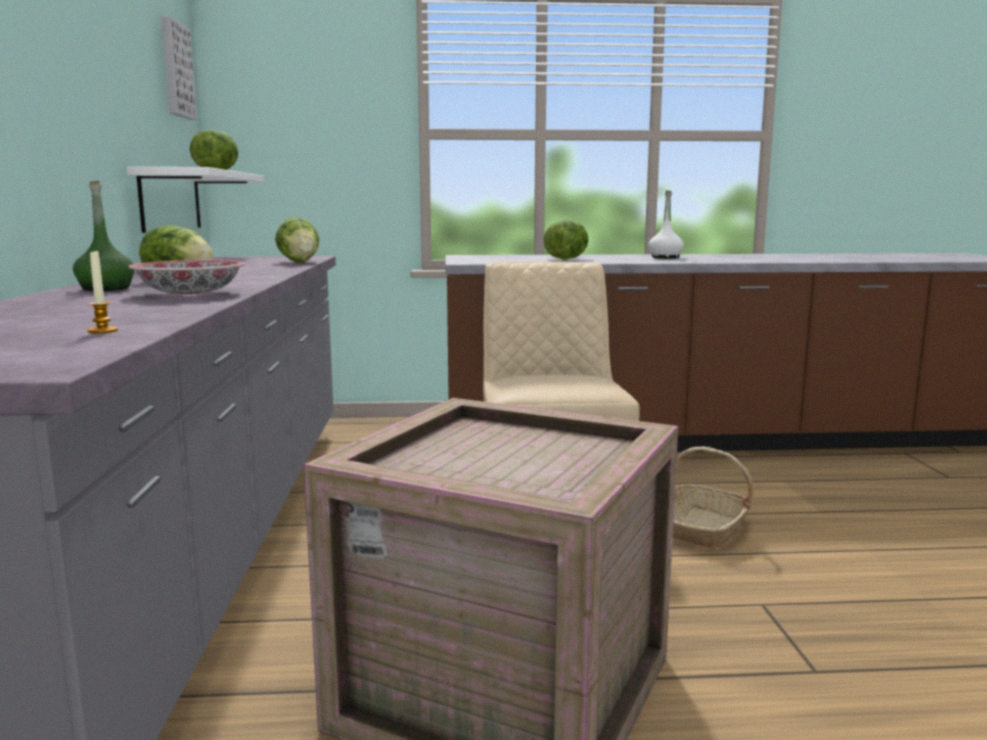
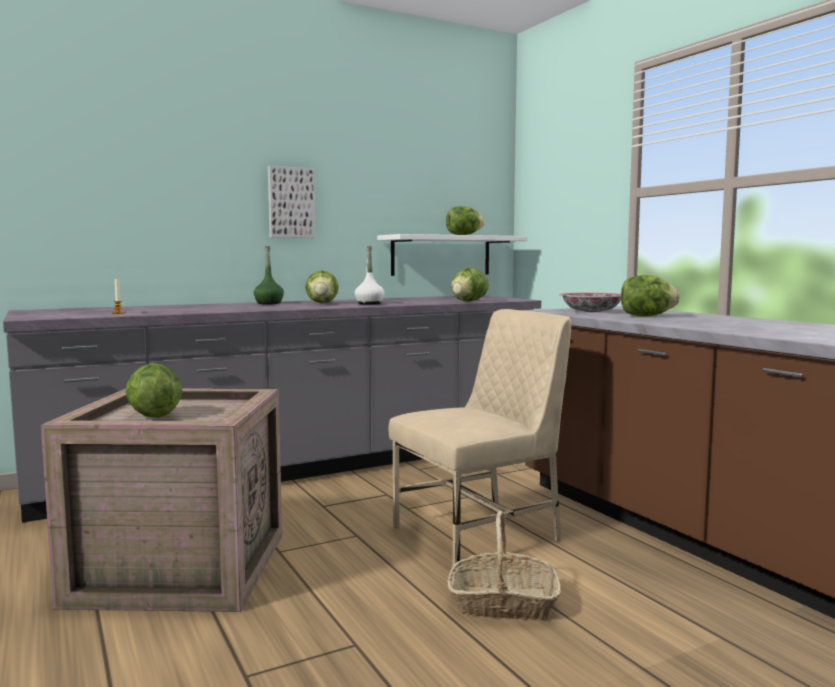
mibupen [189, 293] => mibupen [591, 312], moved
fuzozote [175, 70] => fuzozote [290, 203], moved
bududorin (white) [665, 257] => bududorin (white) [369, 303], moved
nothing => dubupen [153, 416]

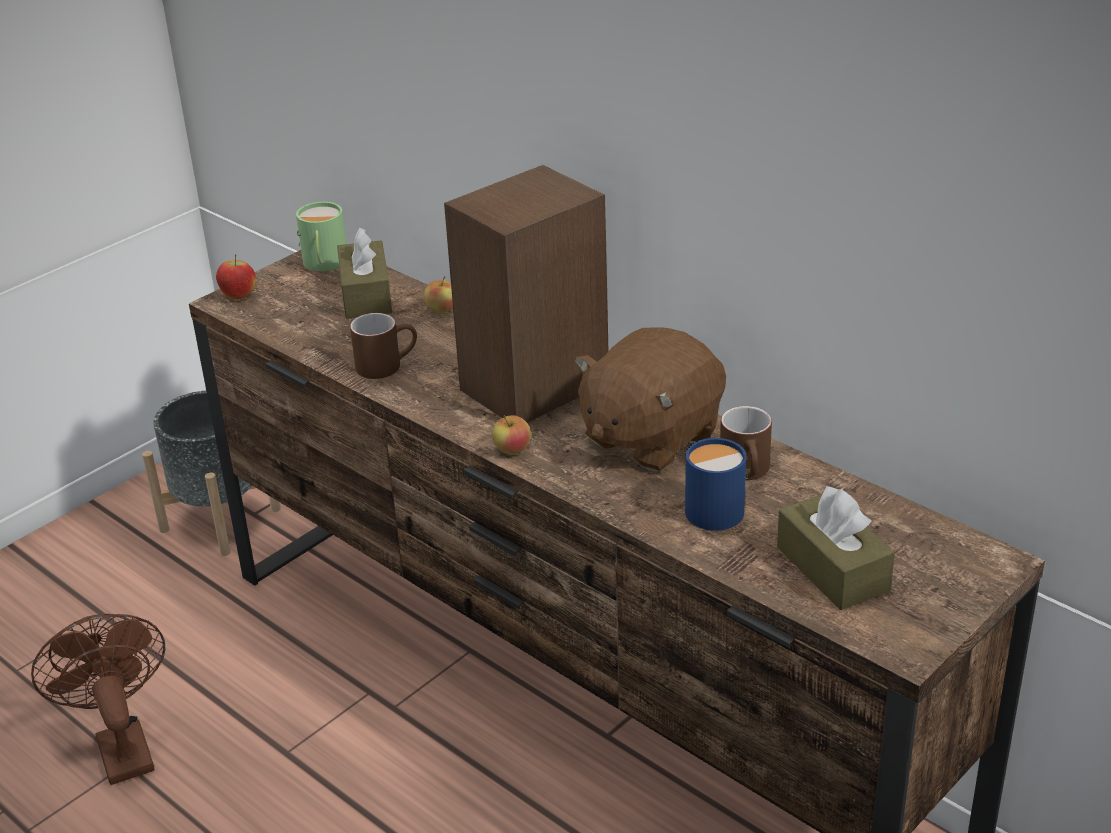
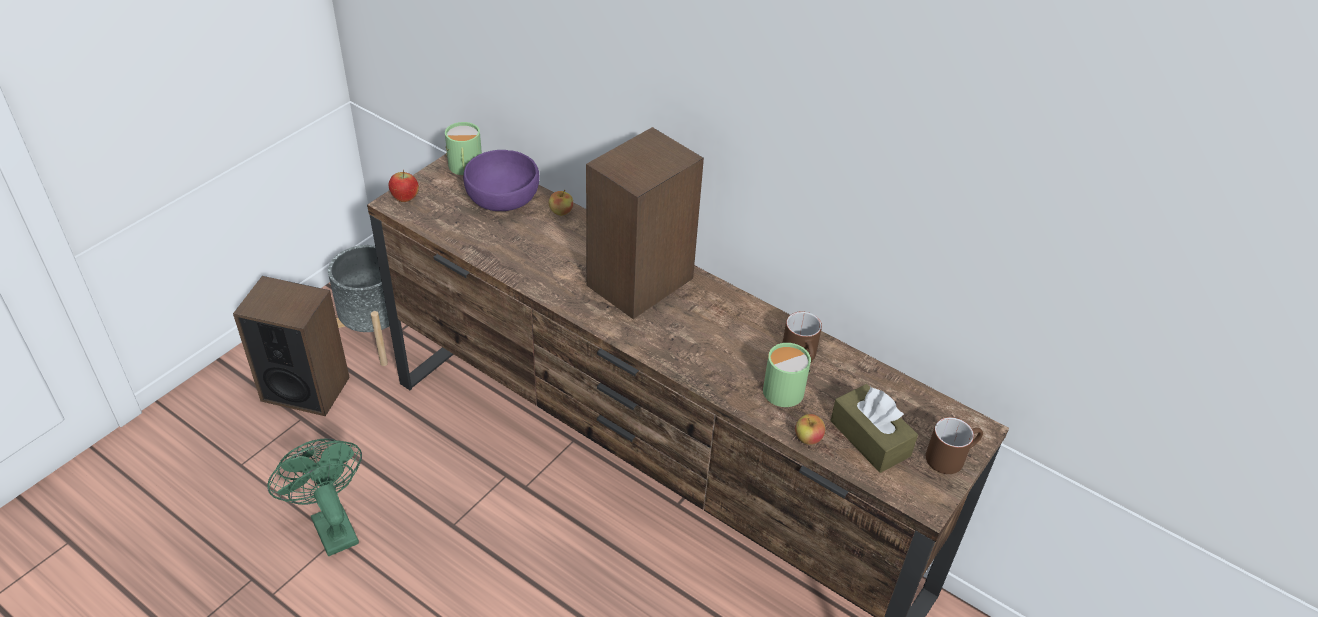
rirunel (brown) [121, 746] => rirunel (green) [331, 524]
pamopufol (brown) [366, 295] => mibupen (purple) [502, 198]
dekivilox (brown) [387, 365] => dekivilox (brown) [950, 456], moved
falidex [512, 450] => falidex [808, 438], moved
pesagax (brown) [649, 437] => nothing
dekivilox (blue) [712, 507] => dekivilox (green) [781, 387]
nothing => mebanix [305, 388]

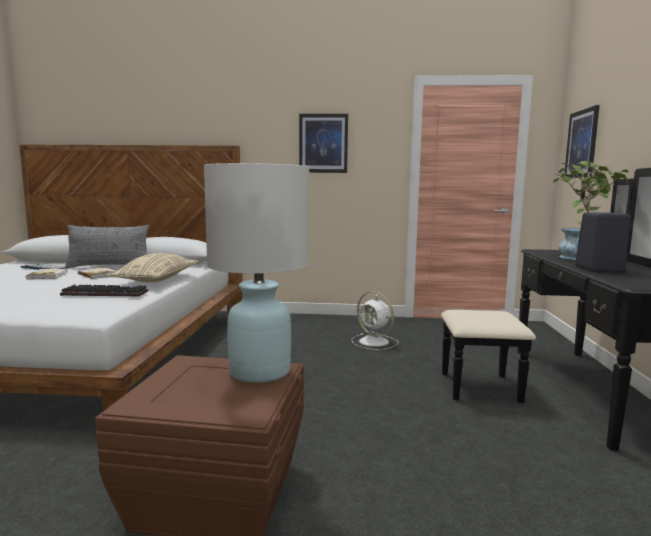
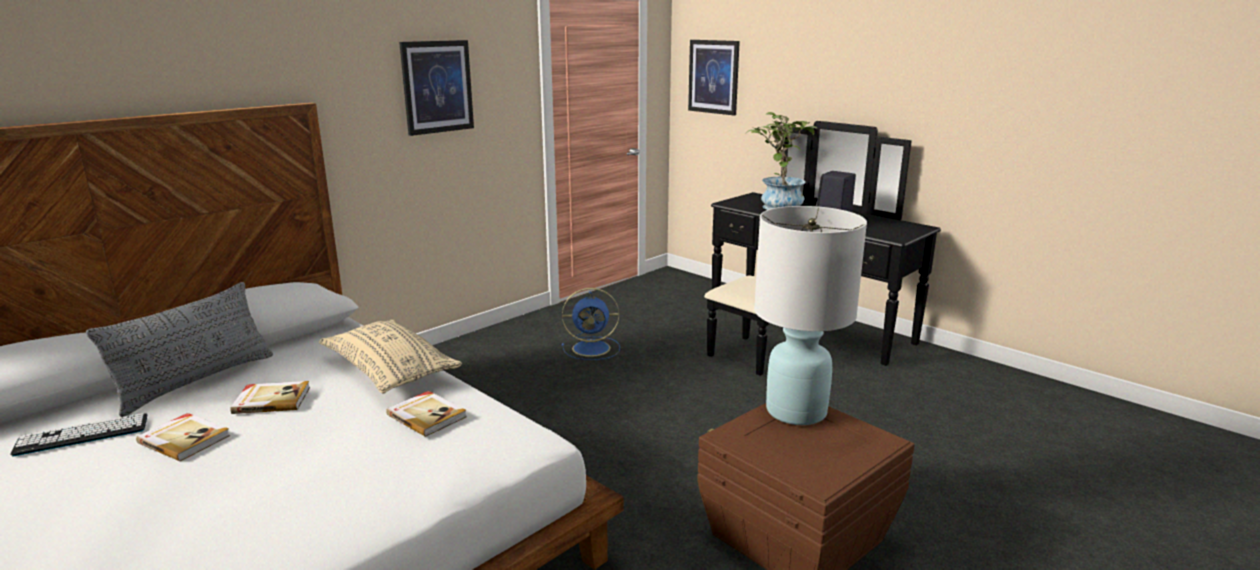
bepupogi [107, 293] => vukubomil [427, 415]
rirunel (white) [375, 342] => rirunel (blue) [593, 348]

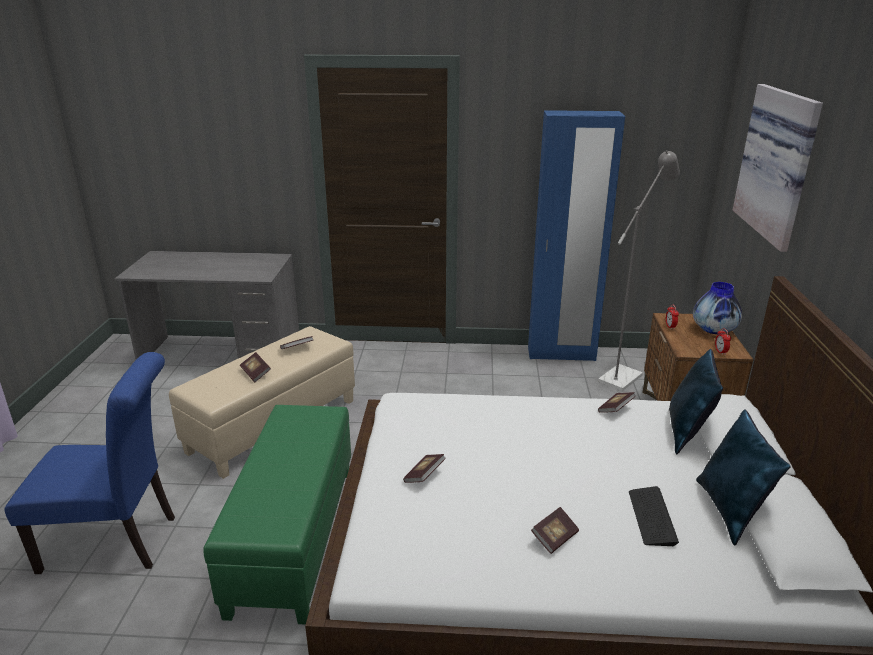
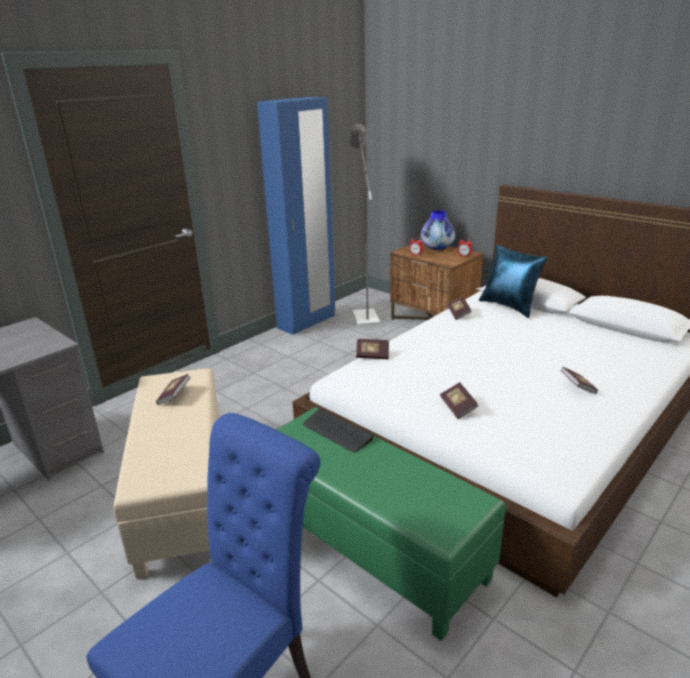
vukubomil [256, 373] => vukubomil [372, 355], moved
bepupogi [652, 517] => bepupogi [337, 431], moved
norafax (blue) [731, 511] => nothing
fuzozote [780, 164] => nothing

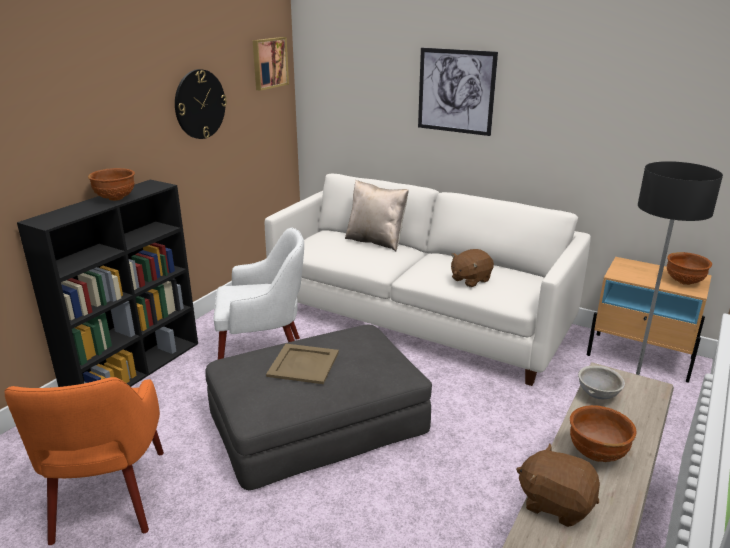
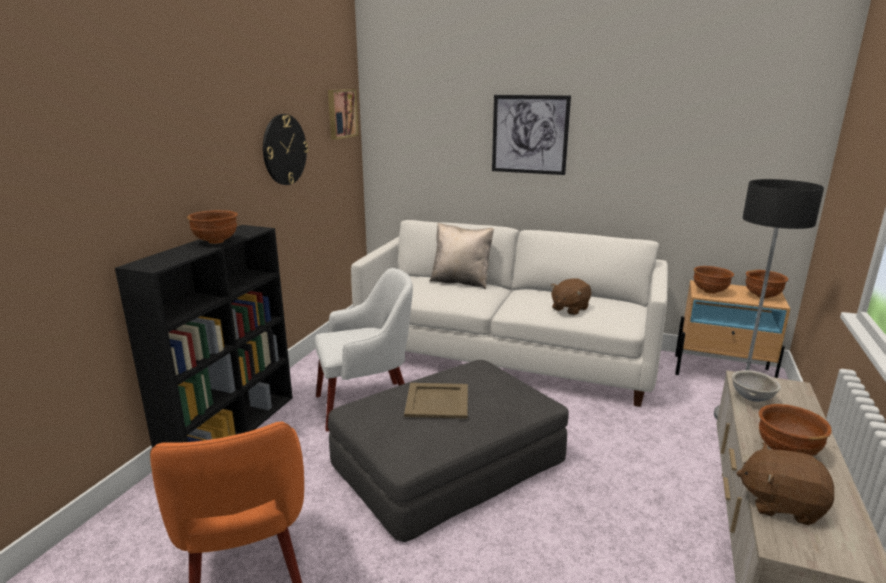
nothing => mibupen (brown) [710, 292]

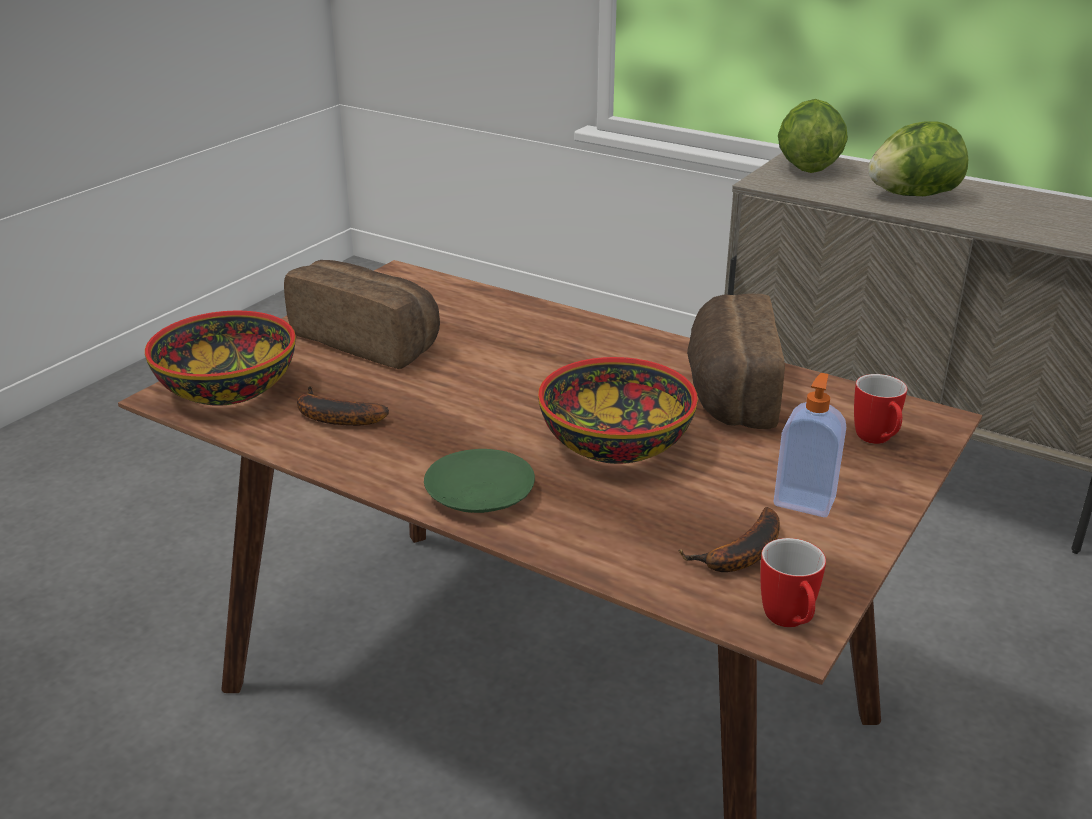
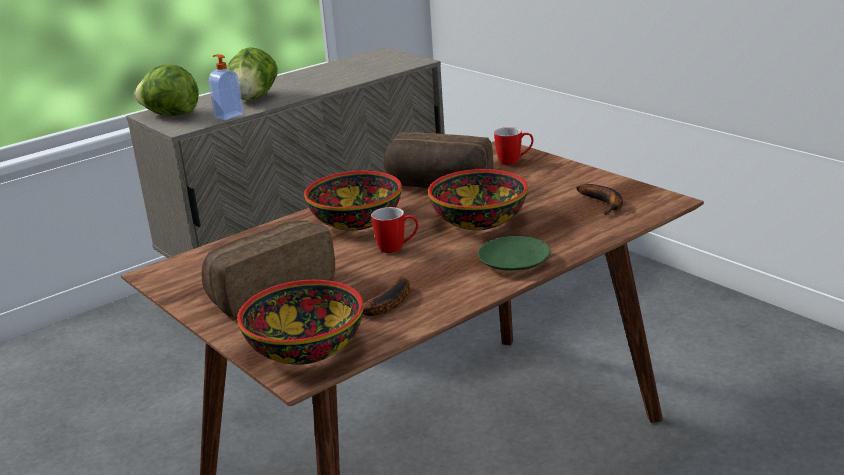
dekivilox [790, 623] => dekivilox [397, 248], moved
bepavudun [804, 501] => bepavudun [228, 116], moved
nothing => mibupen [357, 221]

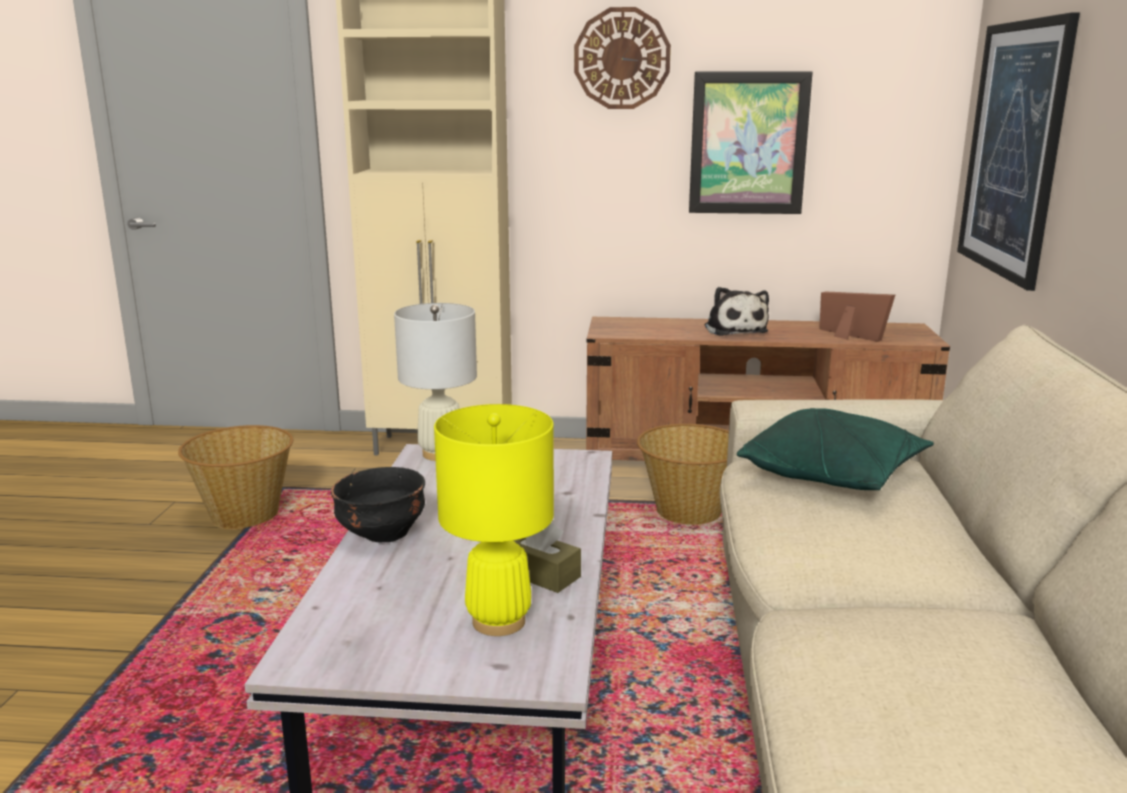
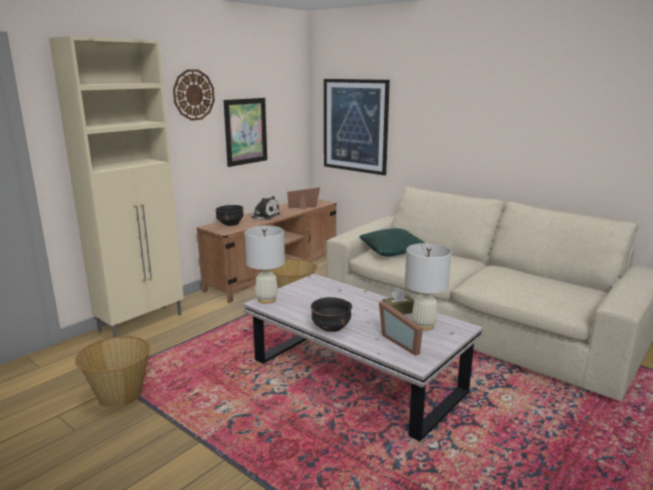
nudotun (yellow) [498, 621] => nudotun (white) [423, 326]
nothing => mibupen (black) [230, 224]
nothing => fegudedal [402, 341]

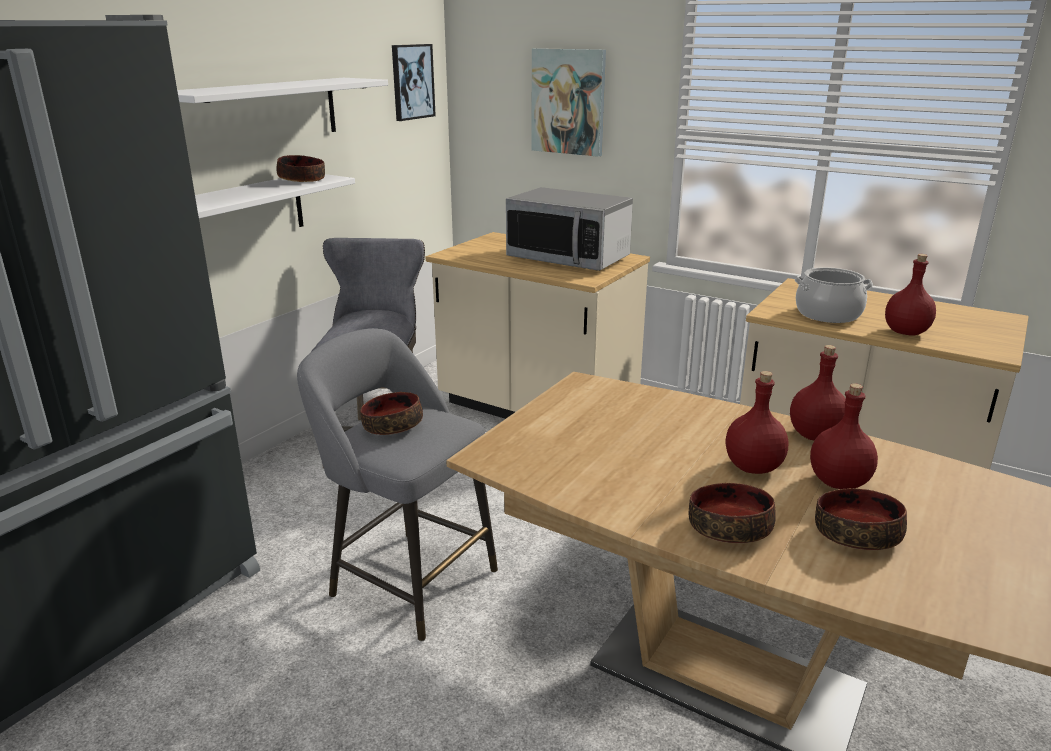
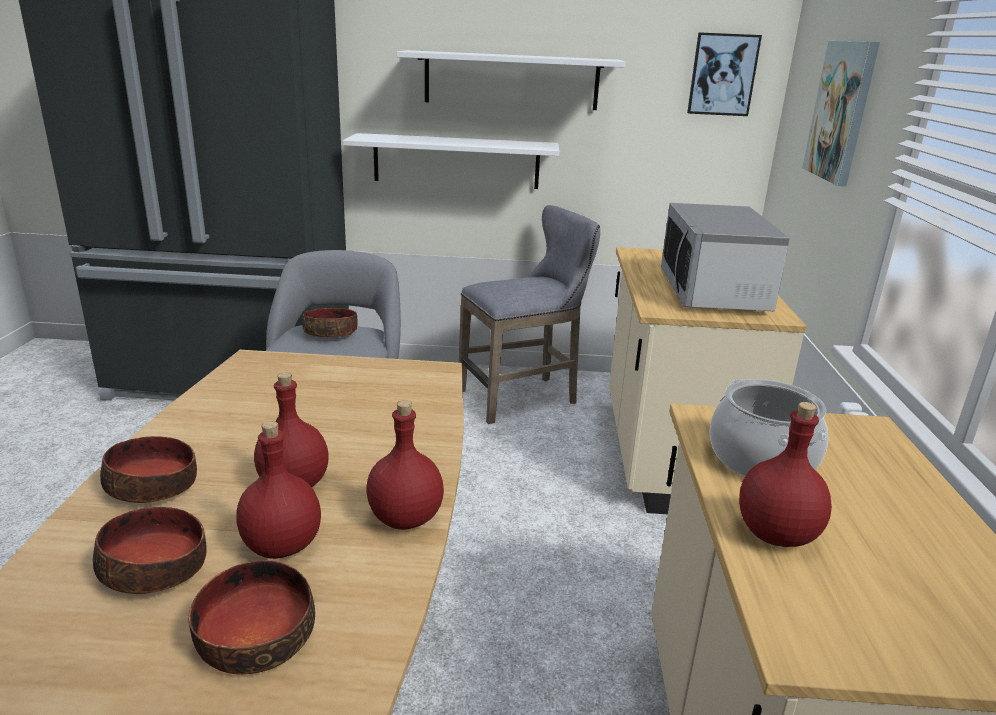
mibupen [302, 180] => mibupen [255, 636], moved

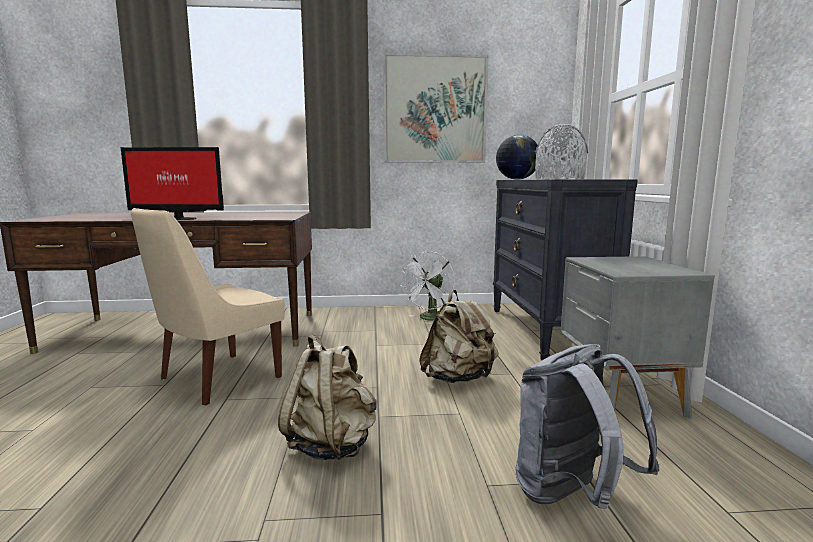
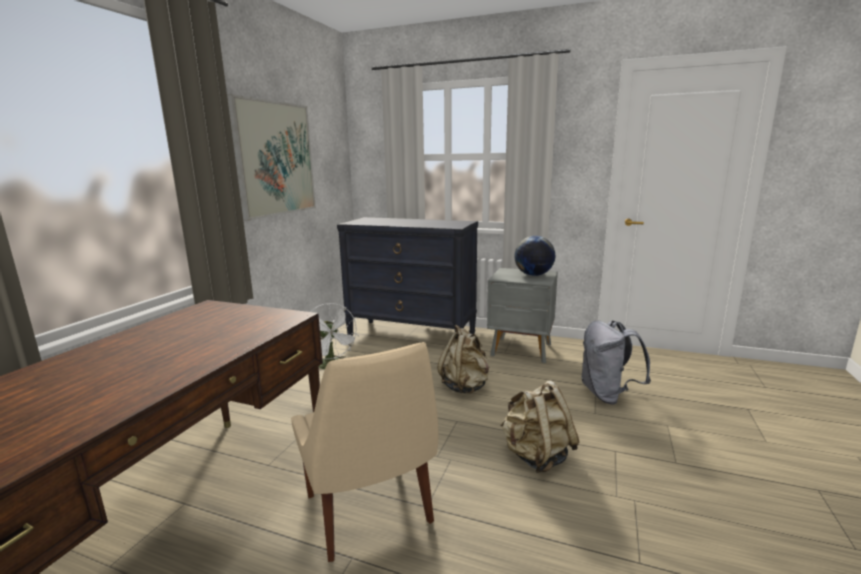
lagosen [177, 218] => nothing
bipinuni [516, 179] => bipinuni [533, 275], moved
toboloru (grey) [559, 179] => nothing

